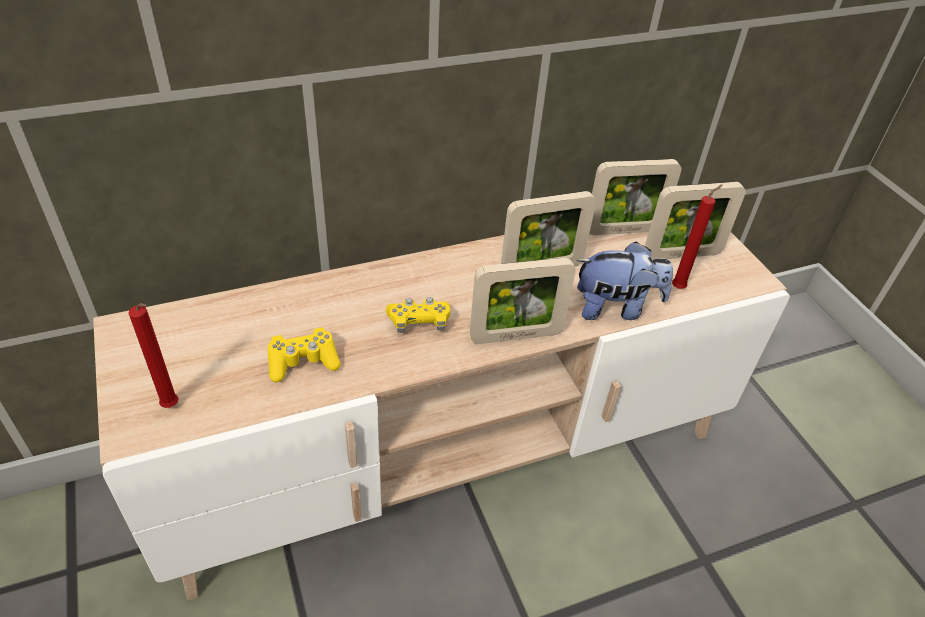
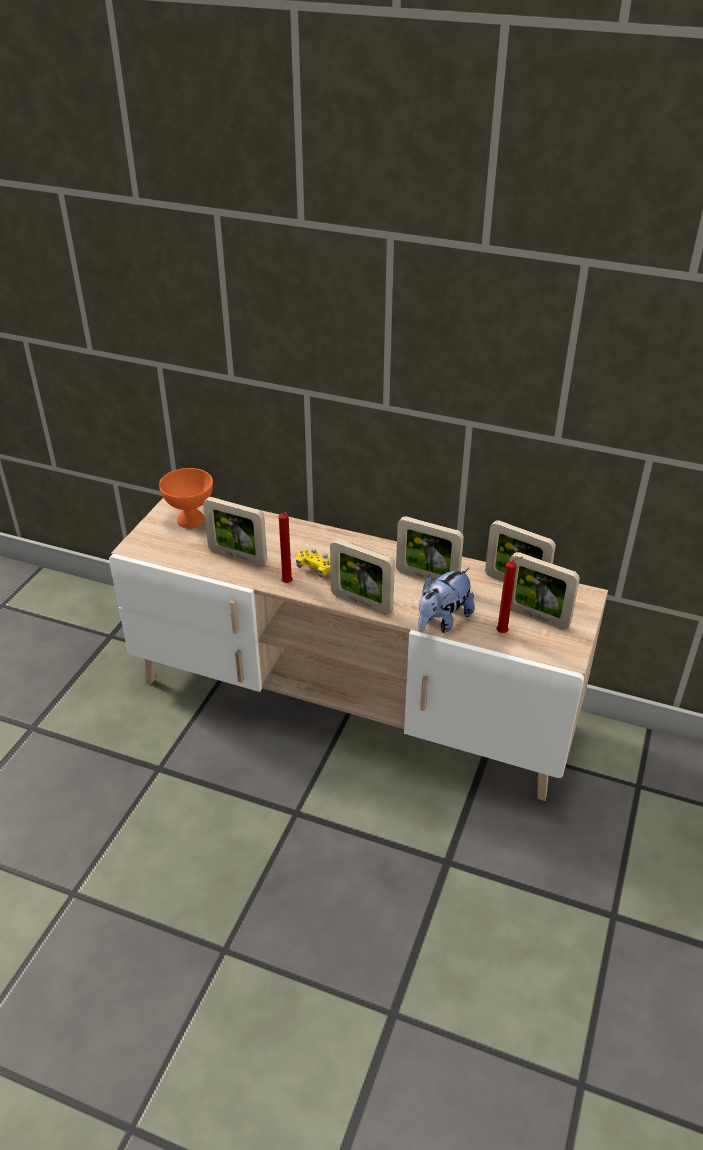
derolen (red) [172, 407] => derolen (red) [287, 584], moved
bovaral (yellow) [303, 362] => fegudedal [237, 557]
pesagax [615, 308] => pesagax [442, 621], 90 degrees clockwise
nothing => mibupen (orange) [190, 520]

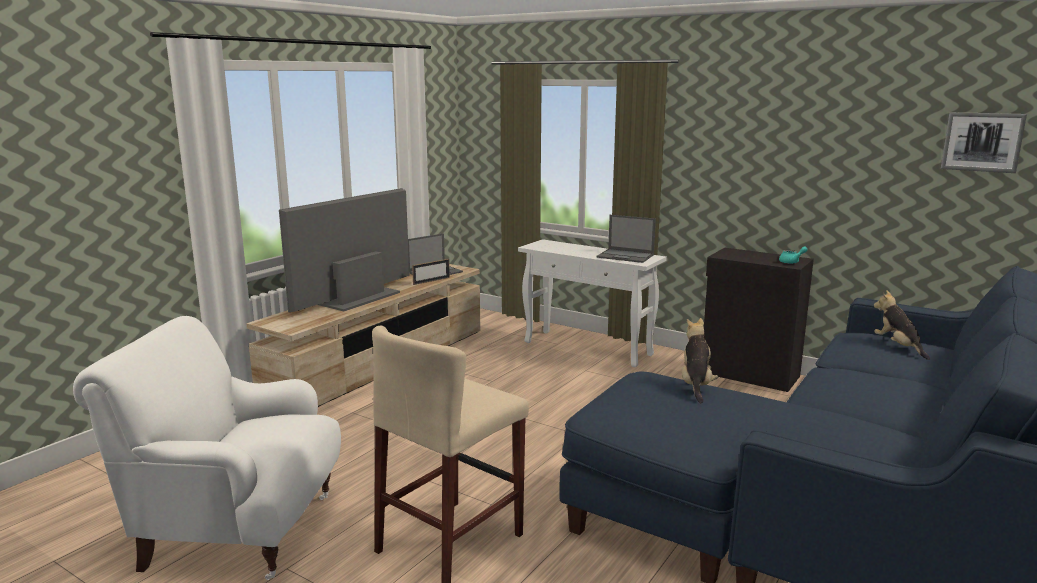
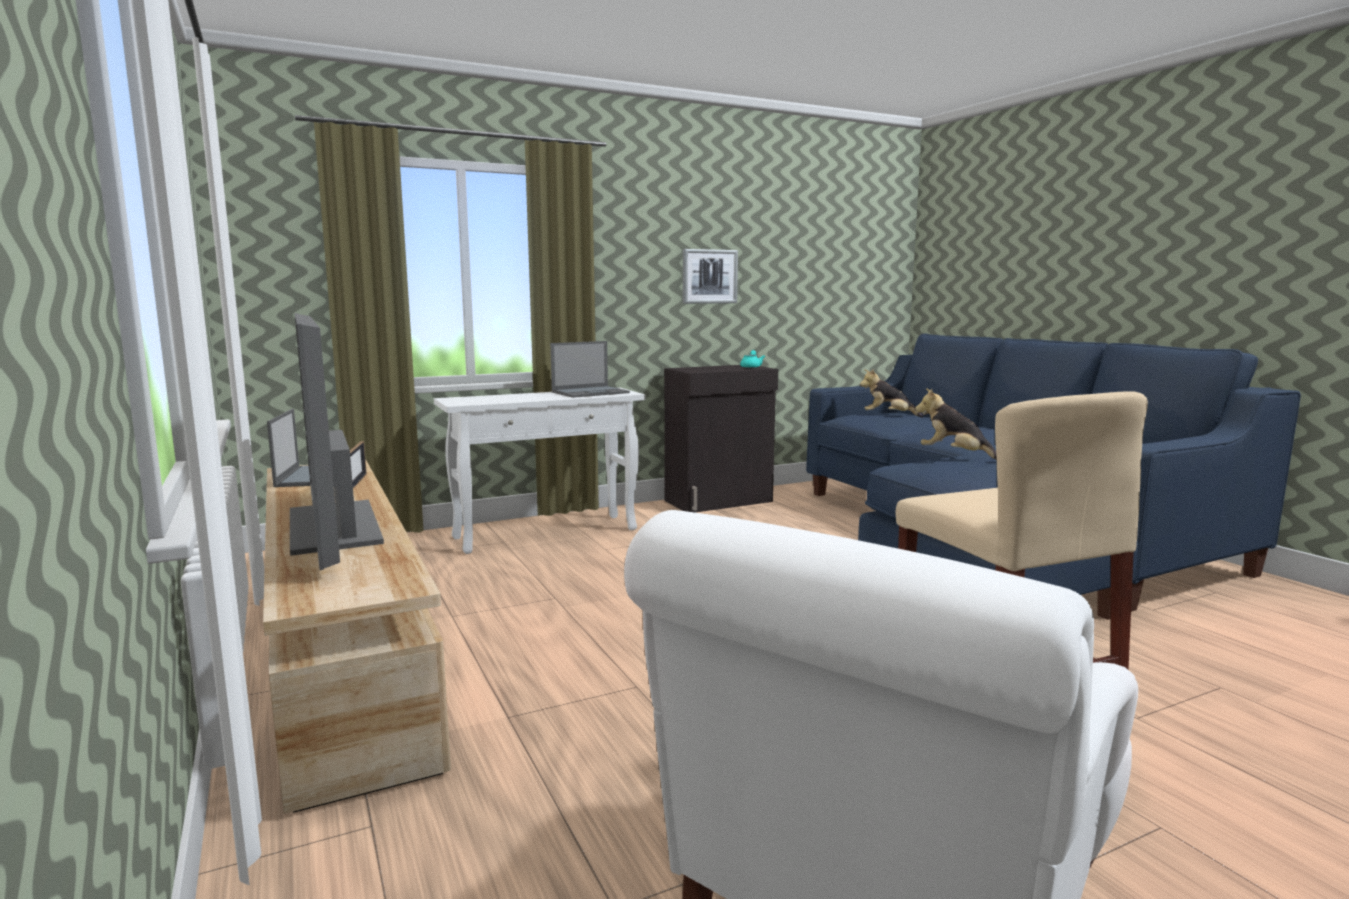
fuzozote [982, 142] => fuzozote [709, 276], moved

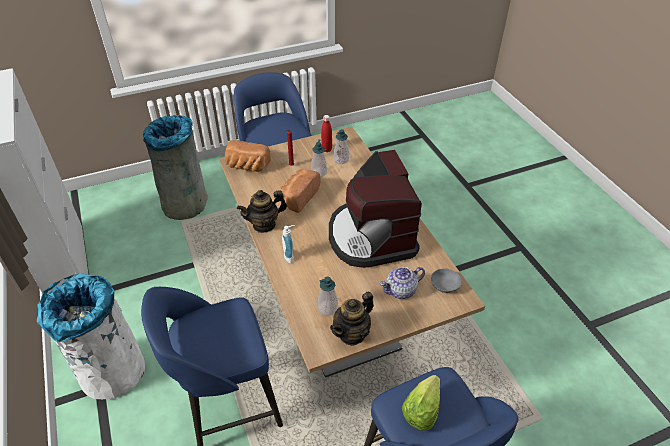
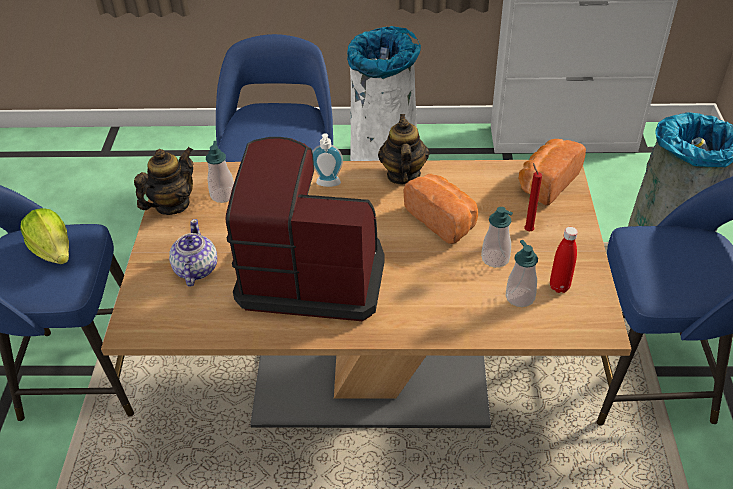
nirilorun [352, 334] => nirilorun [172, 204], 60 degrees clockwise
mibupen (grey) [445, 285] => nothing

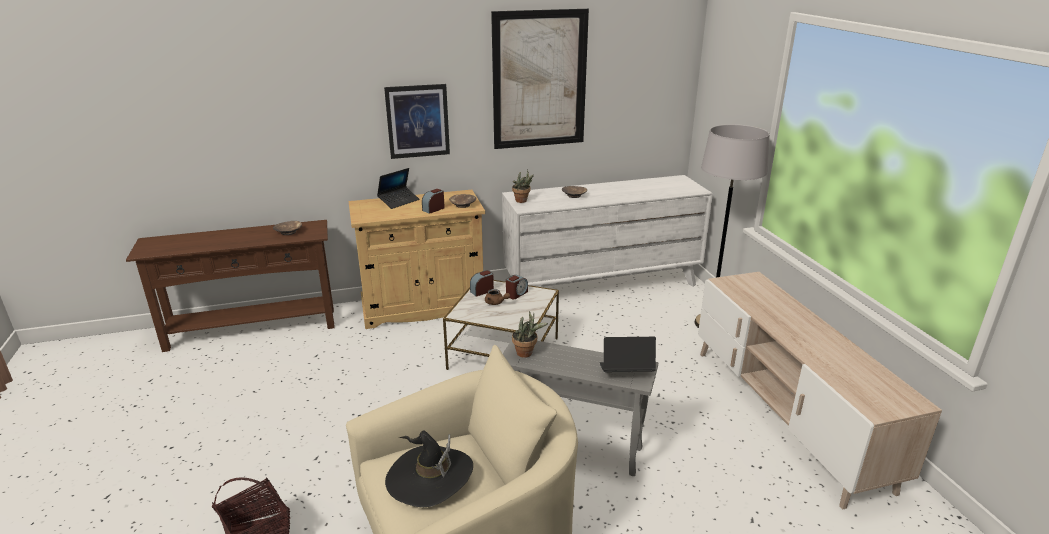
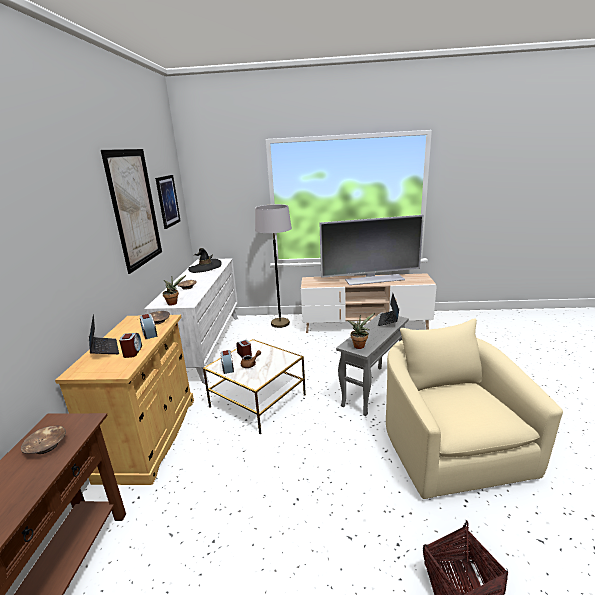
fuzozote [417, 121] => fuzozote [167, 201], moved
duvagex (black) [430, 477] => duvagex (black) [205, 268], moved
nothing => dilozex [132, 352]
nothing => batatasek [374, 279]

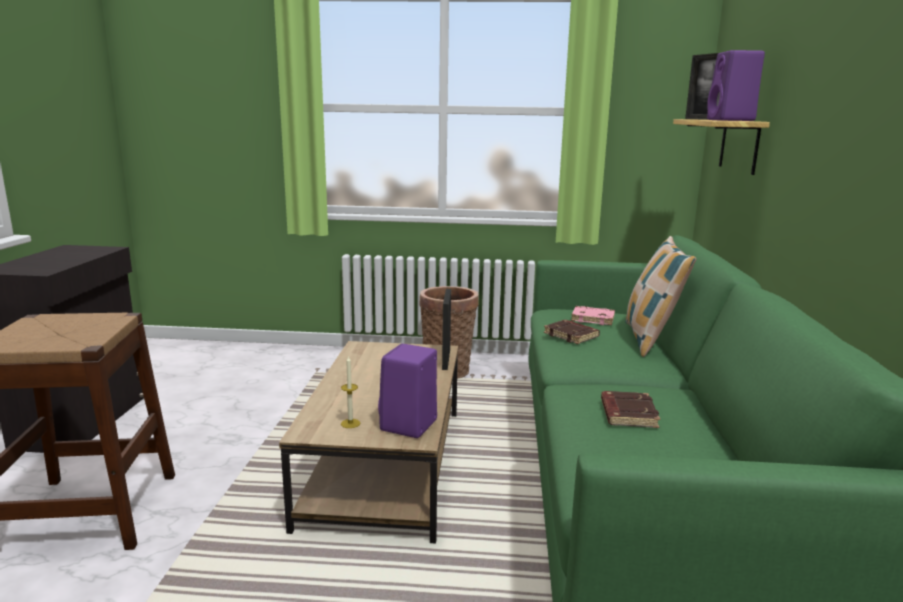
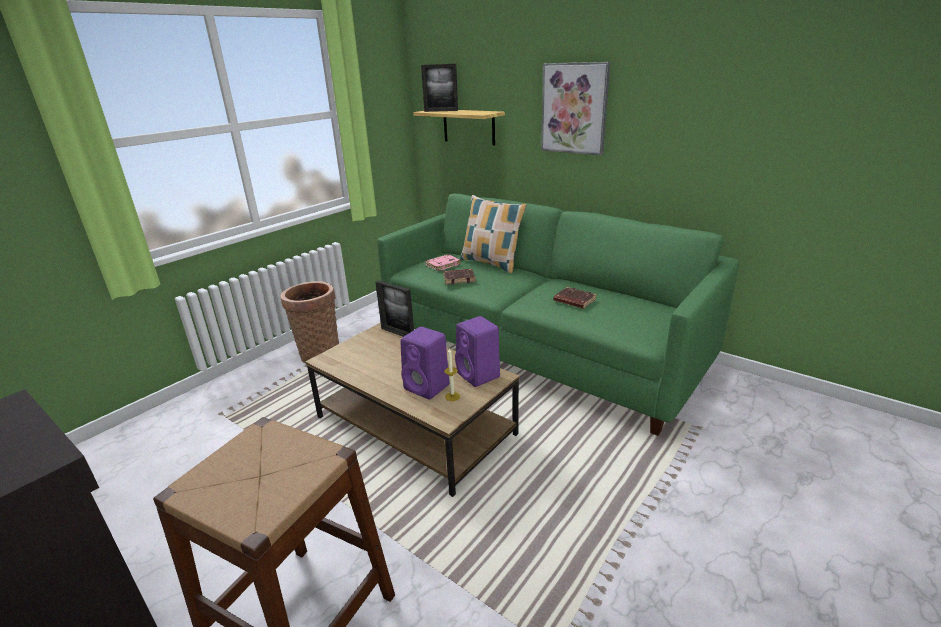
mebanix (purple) [731, 120] => mebanix (purple) [428, 387], moved
nothing => fuzozote [574, 108]

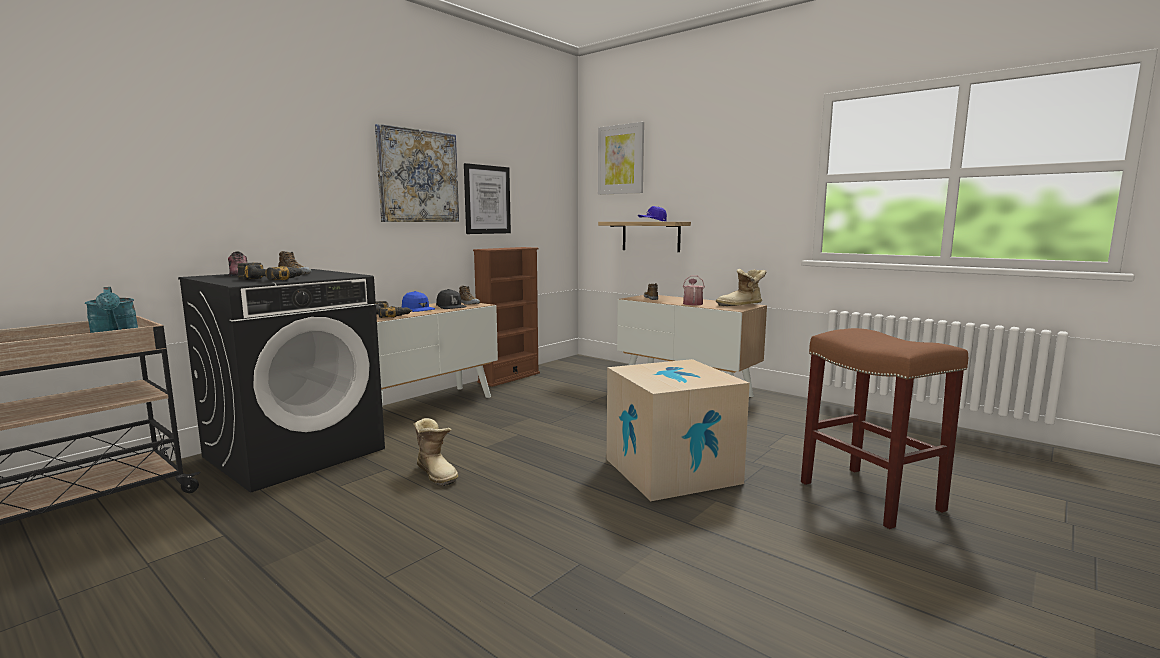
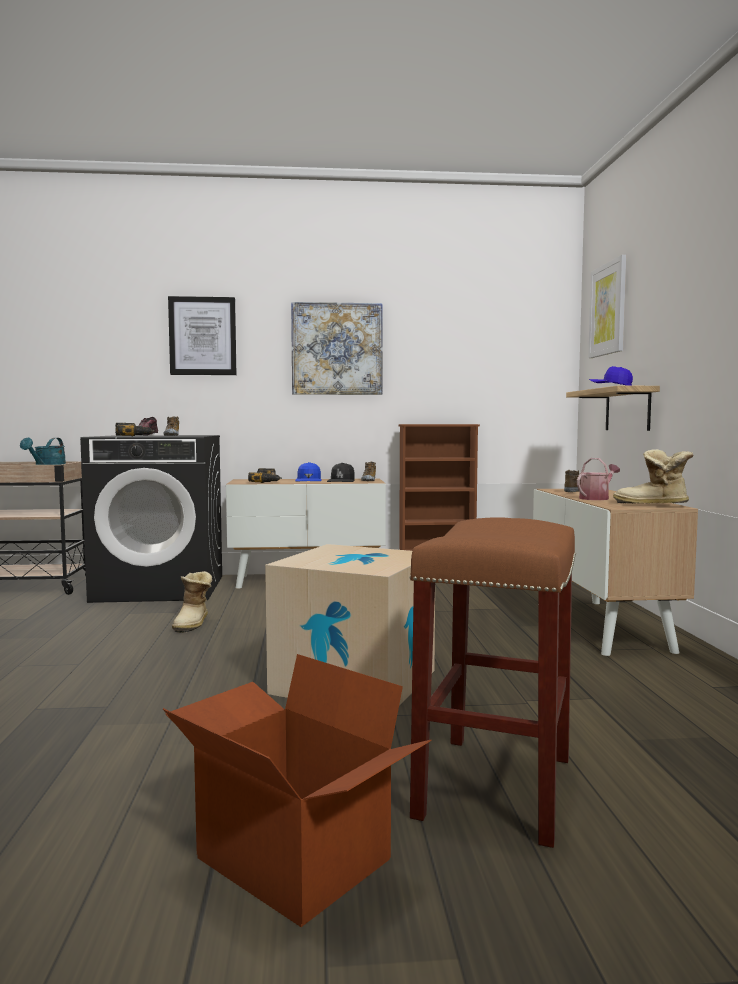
fuzozote [487, 199] => fuzozote [202, 336], moved
nothing => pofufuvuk [290, 860]

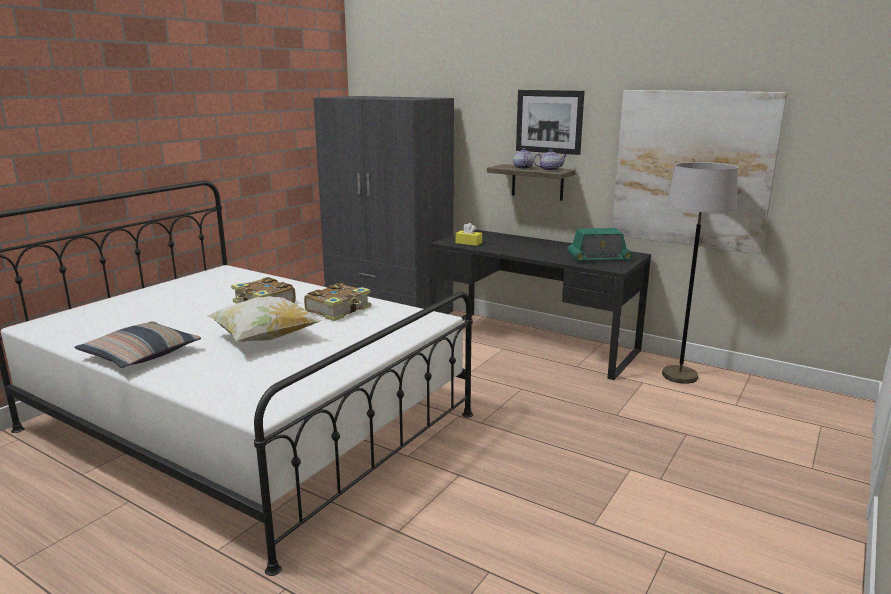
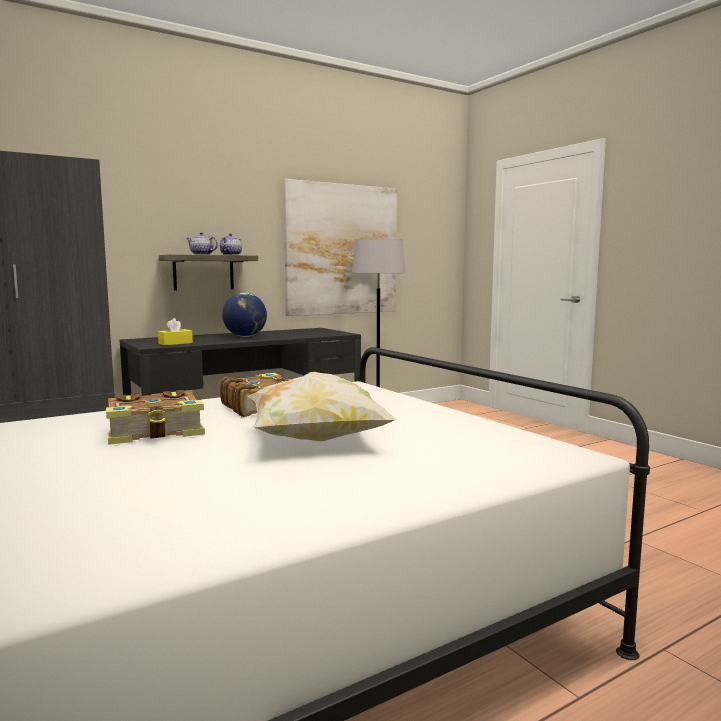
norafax [140, 355] => nothing
fuzozote [549, 121] => nothing
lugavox [598, 259] => nothing
nothing => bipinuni [245, 336]

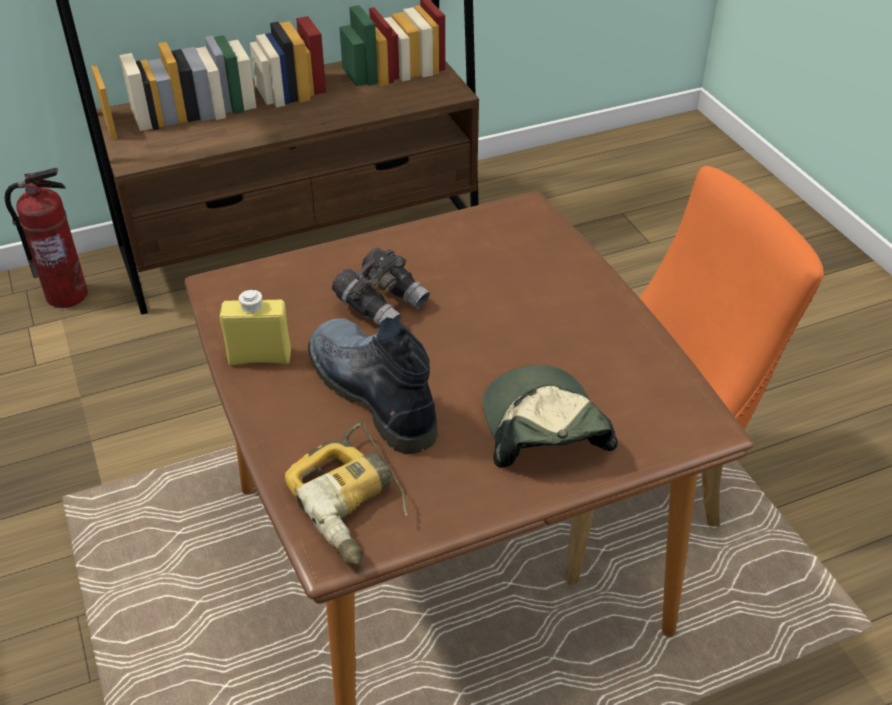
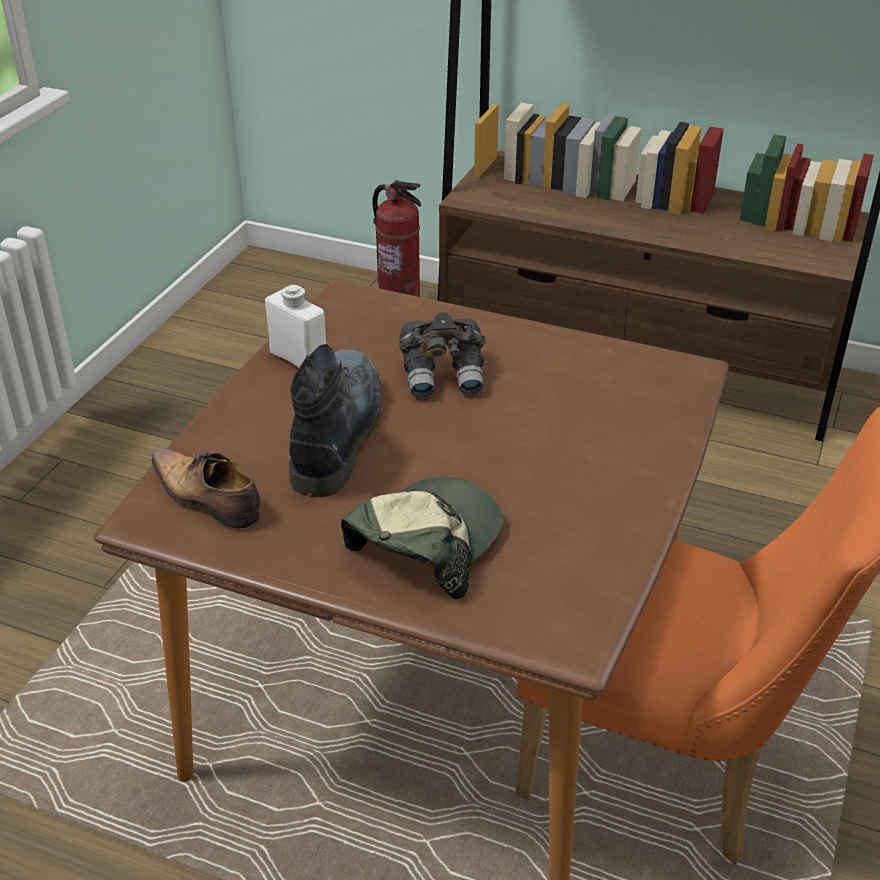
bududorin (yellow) [260, 357] => bududorin (white) [299, 360]
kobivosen [354, 504] => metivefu [207, 498]

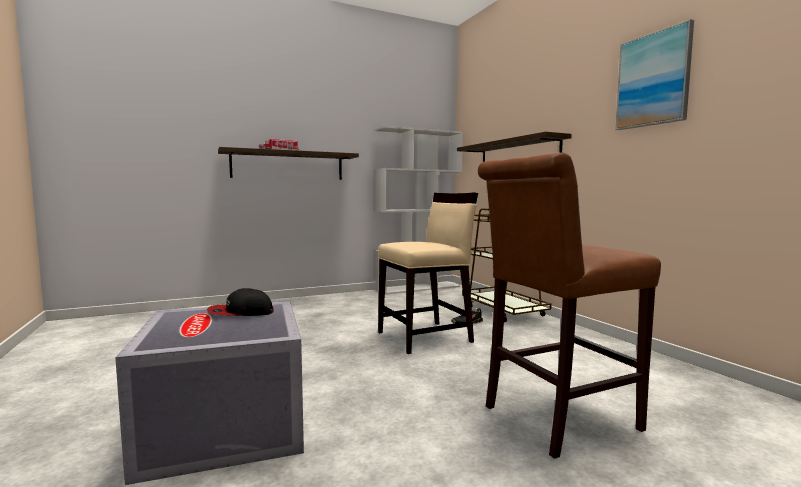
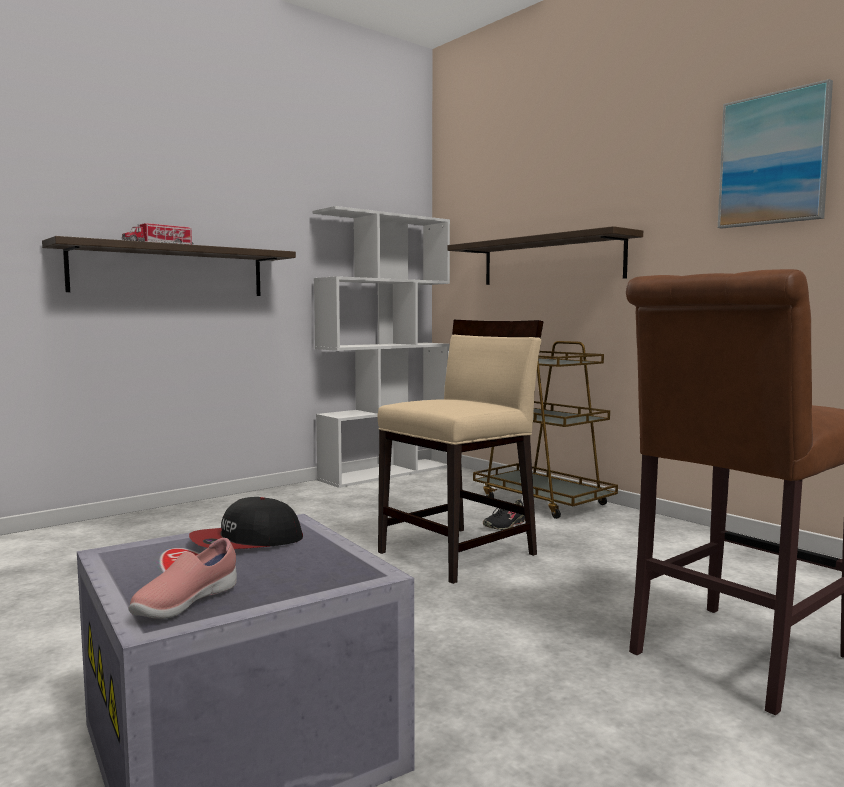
nothing => metivefu (pink) [185, 604]

